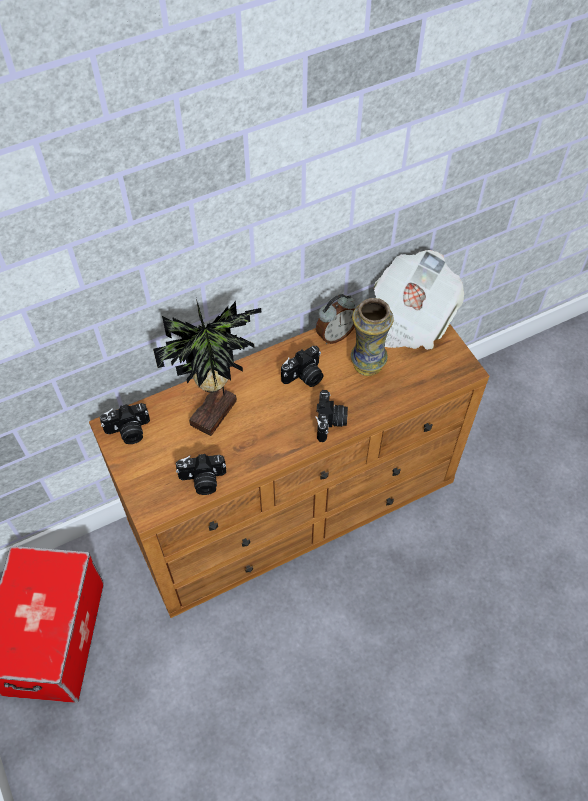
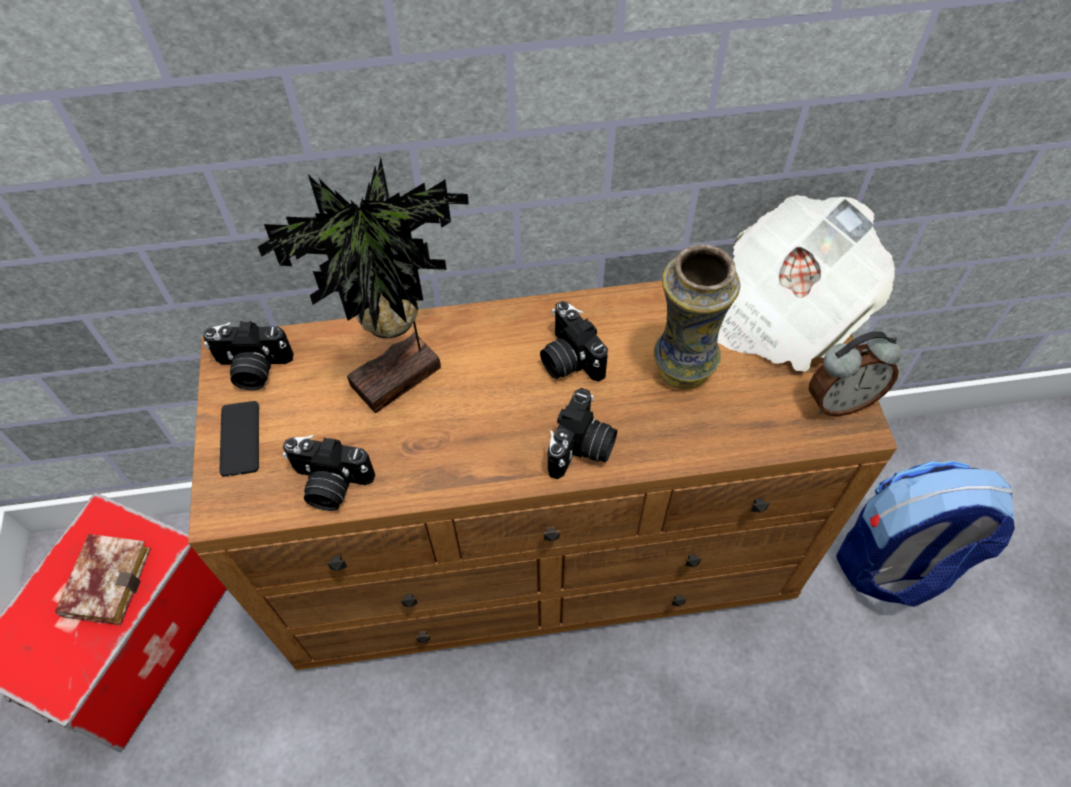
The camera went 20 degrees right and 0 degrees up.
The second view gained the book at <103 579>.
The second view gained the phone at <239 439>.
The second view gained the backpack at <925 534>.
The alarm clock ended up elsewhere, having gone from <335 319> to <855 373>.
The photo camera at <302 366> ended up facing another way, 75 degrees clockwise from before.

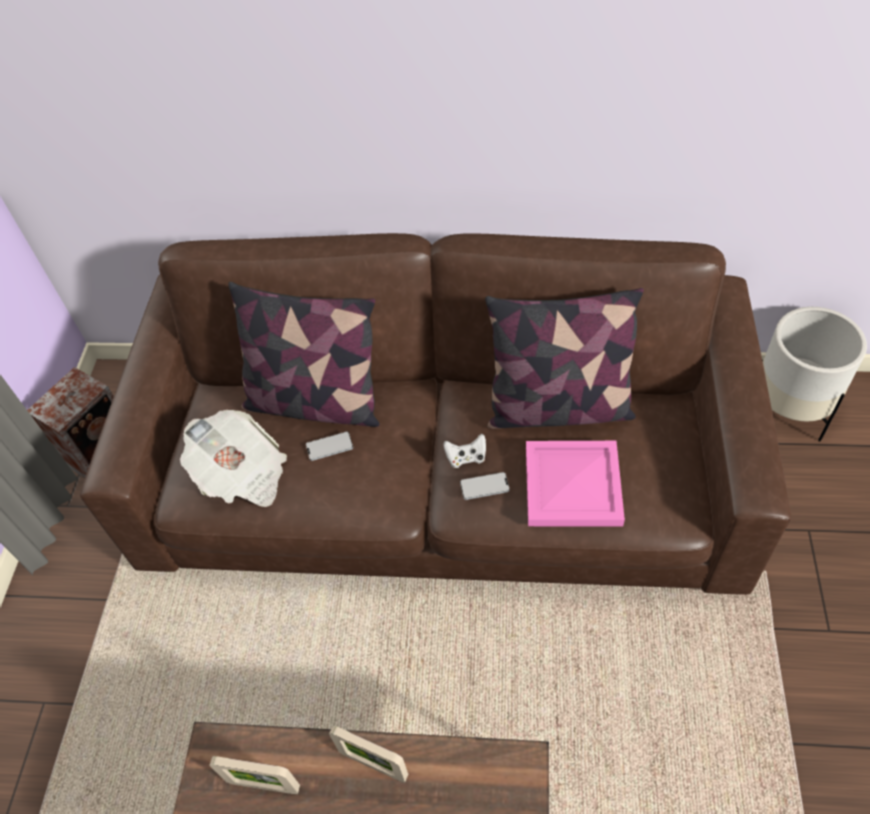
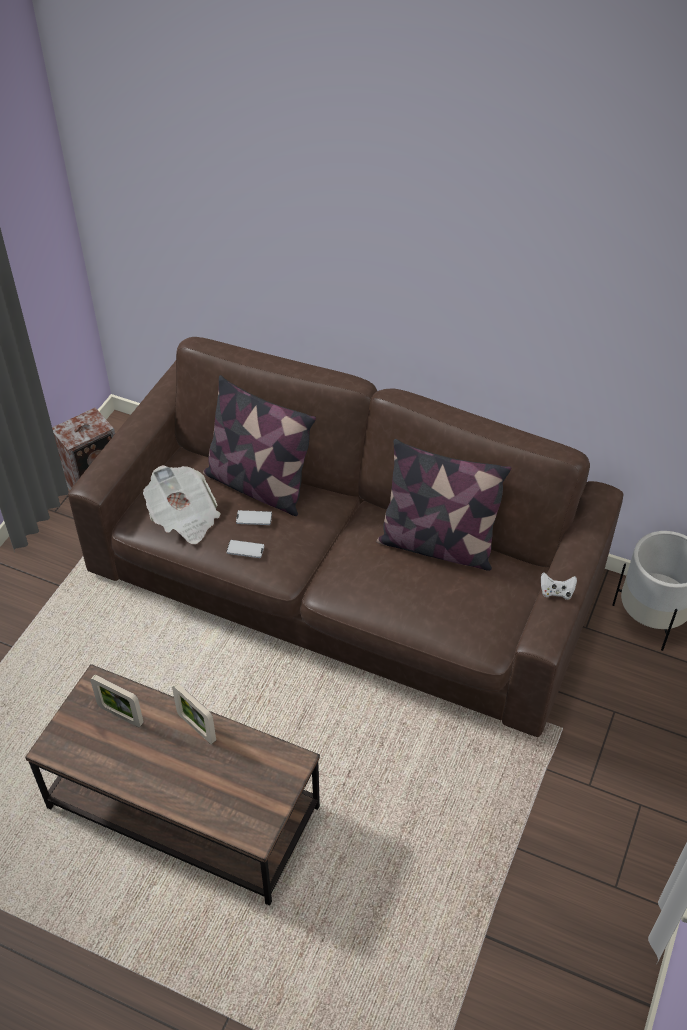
The camera went 15 degrees right and 5 degrees down.
The second view lost the pink tray at <575 484>.
The white game controller ended up elsewhere, having gone from <465 451> to <559 586>.
The phone ended up elsewhere, having gone from <485 486> to <245 549>.

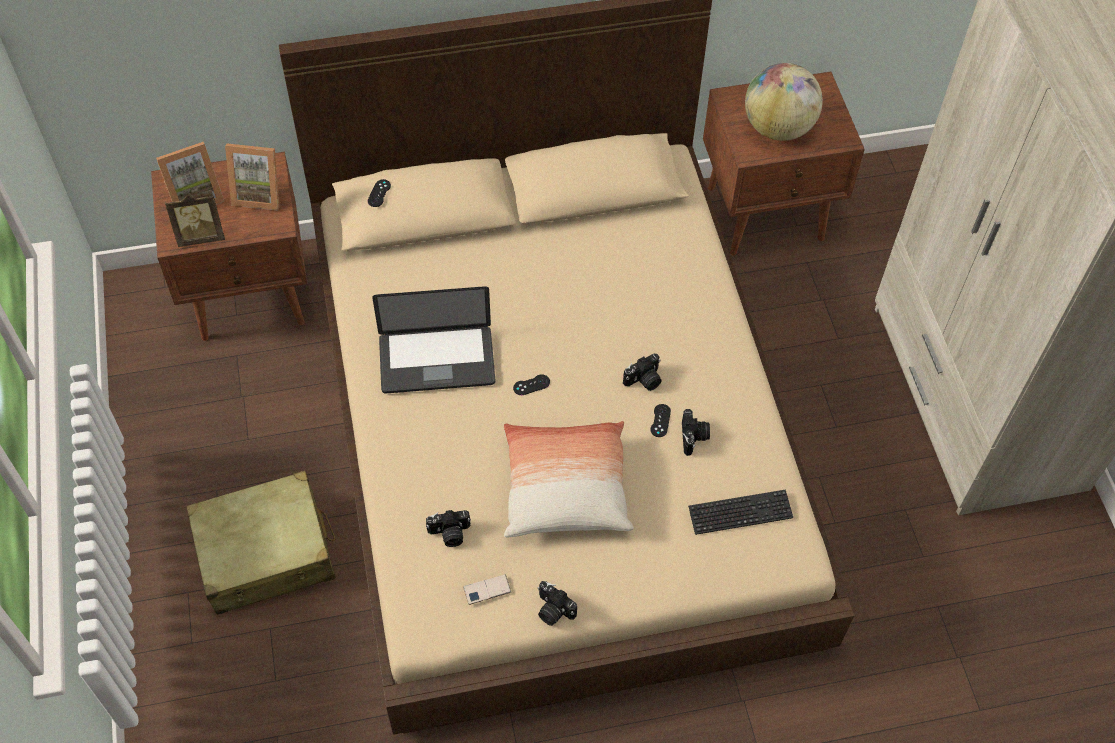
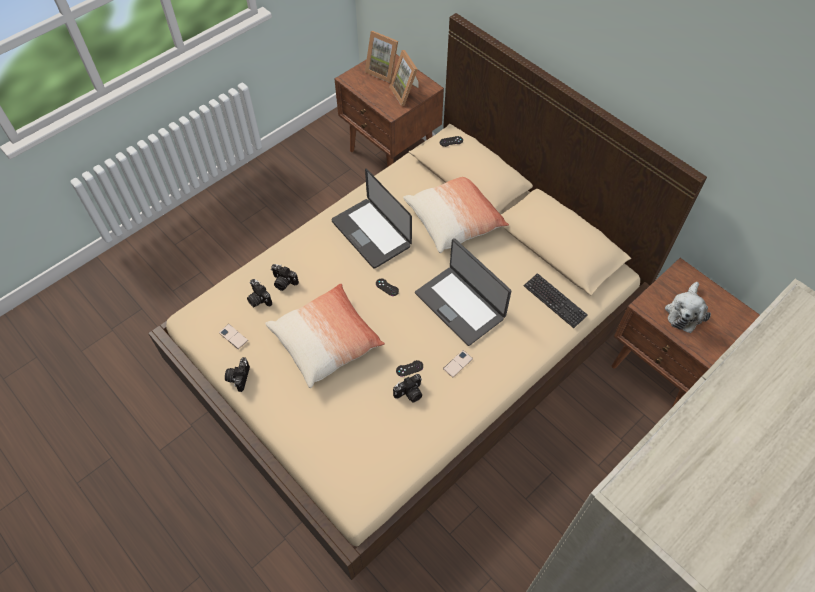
The camera went 60 degrees right and 0 degrees up.
The second view lost the picture frame at <195 221>.
The second view lost the beige suitcase at <261 543>.
The second view gained the pillow at <456 215>.
The second view gained the laptop at <463 292>.
The second view gained the phone at <458 364>.
The photo camera ended up elsewhere, having gone from <642 372> to <285 277>.
The keyboard ended up elsewhere, having gone from <740 512> to <555 300>.
Where the globe stood at <784 102>, the plush toy came to stand at <688 307>.

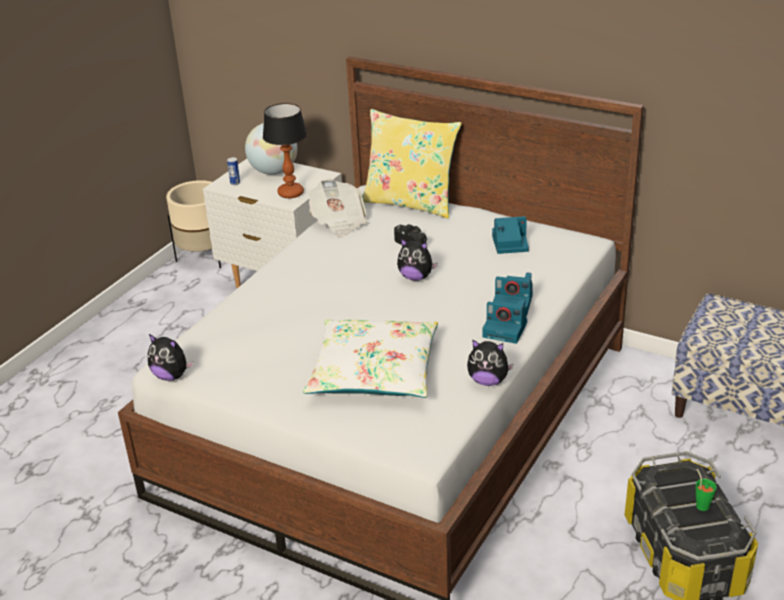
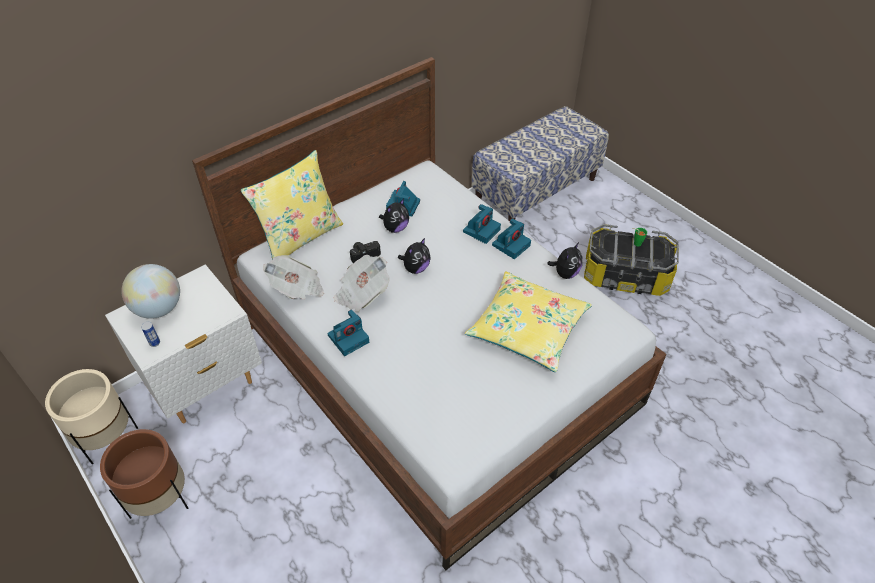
The camera went 70 degrees left and 15 degrees up.
The second view lost the table lamp at <285 150>.
The second view gained the brown planter at <144 474>.
The second view gained the photo camera at <348 333>.
The second view gained the newspaper at <362 283>.
The plush toy ended up elsewhere, having gone from <171 357> to <394 216>.
What was the white pillow at <370 358> turned into the yellow pillow at <528 321>.

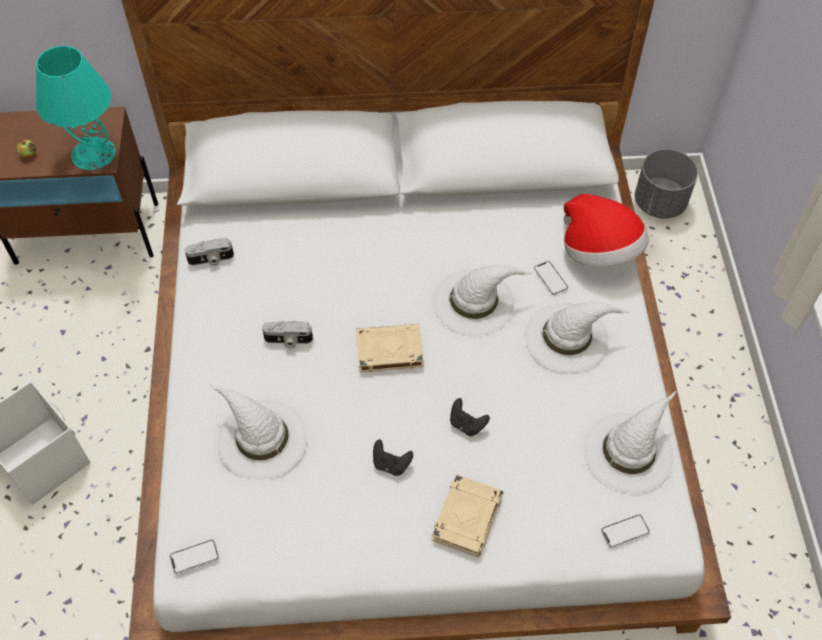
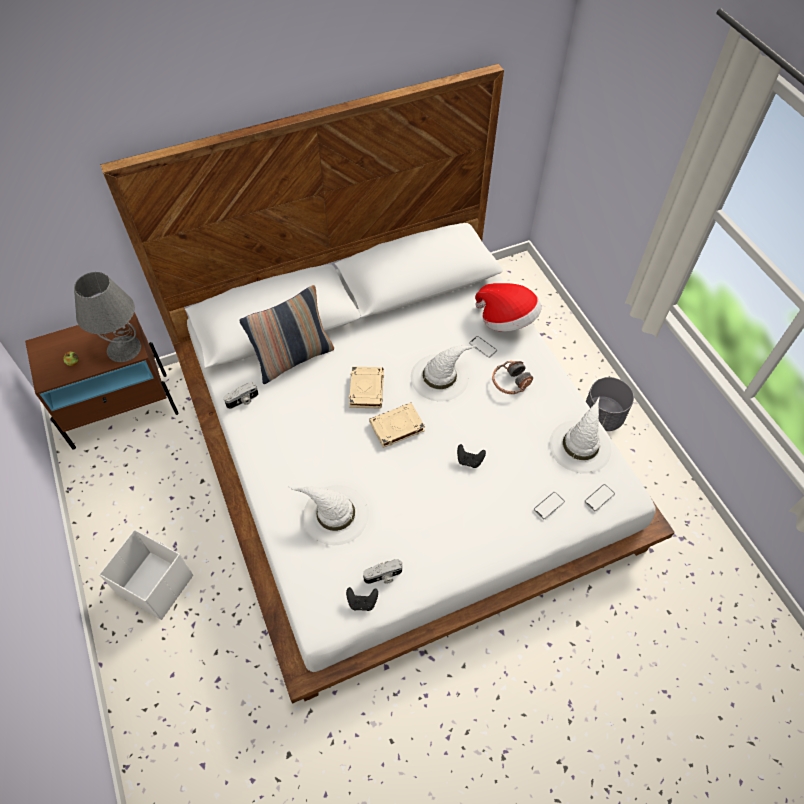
The camera went 20 degrees left and 0 degrees up.
The second view gained the pillow at <286 334>.
The phone ended up elsewhere, having gone from <194 557> to <549 505>.
The photo camera ended up elsewhere, having gone from <287 334> to <382 571>.
The black game controller ended up elsewhere, having gone from <393 457> to <362 599>.
The beige book ended up elsewhere, having gone from <467 515> to <366 387>.
The grey planter ended up elsewhere, having gone from <666 184> to <610 404>.
Where the white hat stood at <579 337>, the headphones came to stand at <512 377>.
What was the turquoise table lamp at <76 108> turned into the grey table lamp at <107 317>.

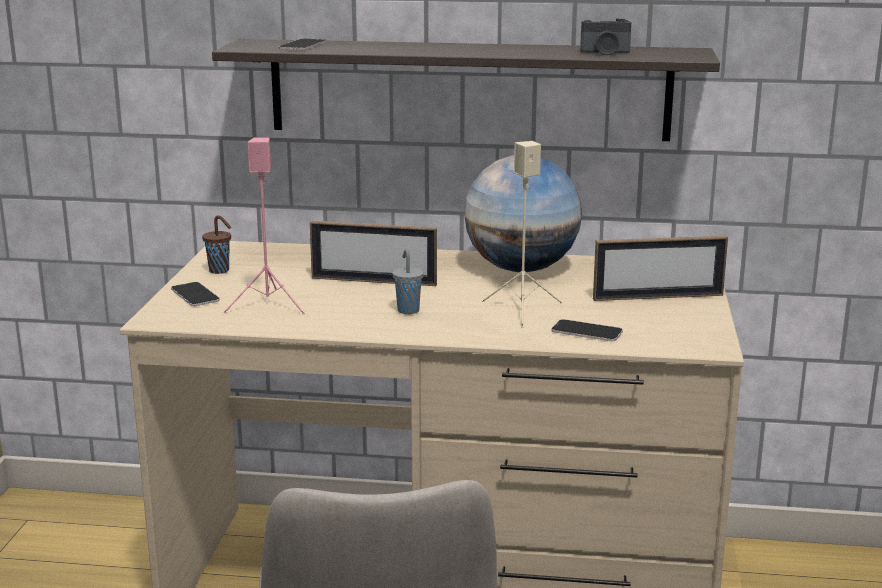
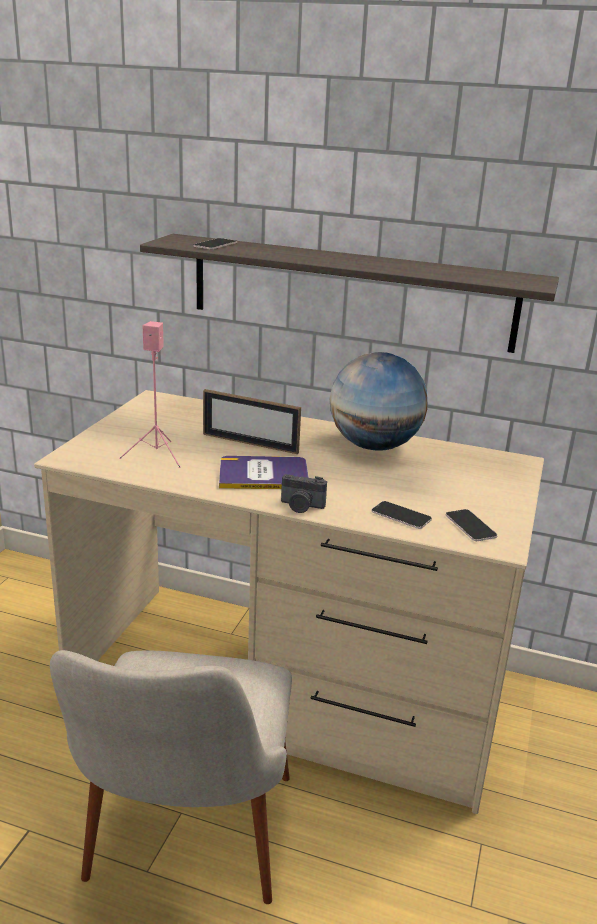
The camera went 10 degrees right and 5 degrees up.
The second view lost the brown cup at <216 244>.
The second view lost the beige speaker at <522 234>.
The second view lost the picture frame at <660 268>.
The phone ended up elsewhere, having gone from <195 294> to <472 525>.
The photo camera ended up elsewhere, having gone from <605 37> to <304 493>.
Where the grey cup stood at <408 281>, the book came to stand at <264 472>.

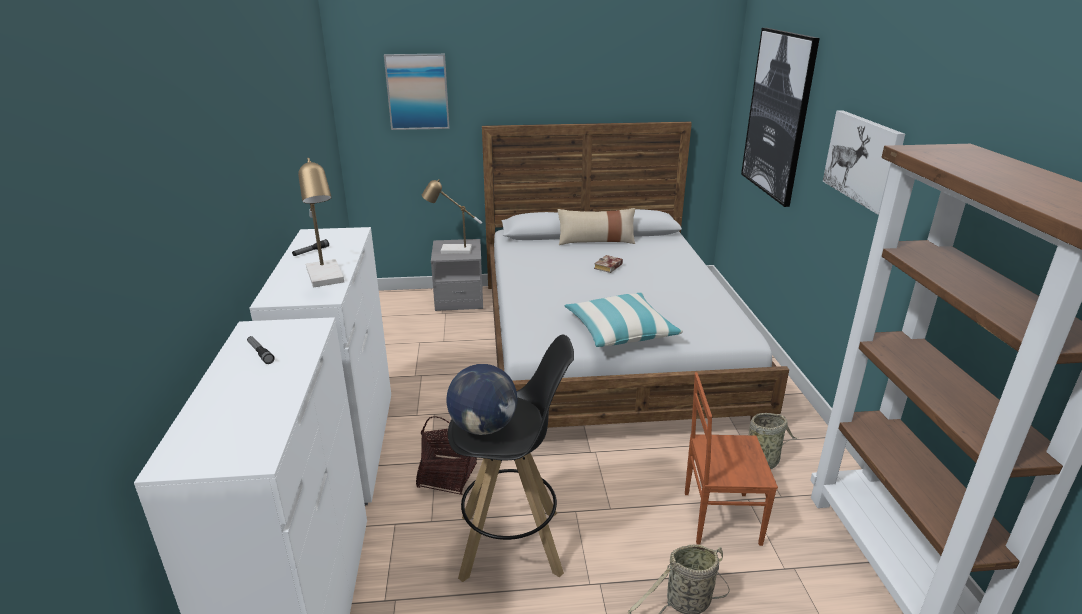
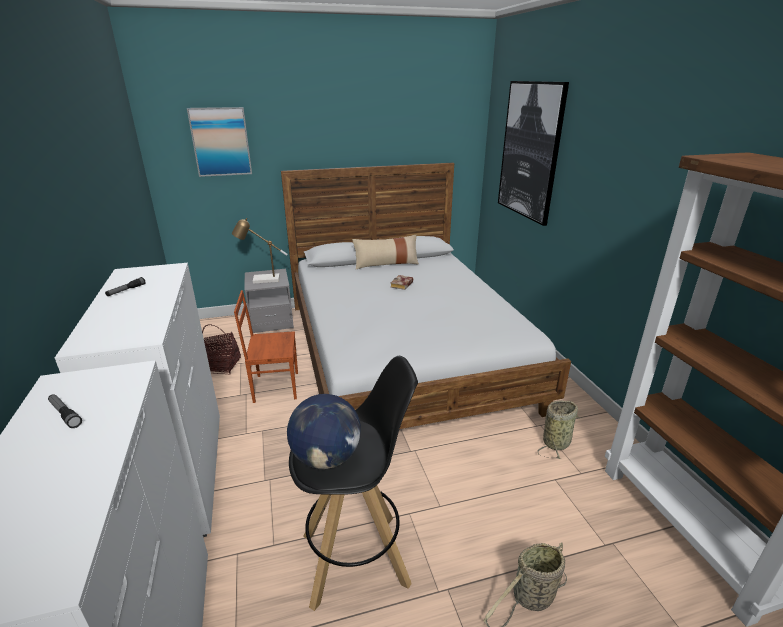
The camera went 10 degrees left and 0 degrees up.
The second view lost the table lamp at <321 223>.
The second view lost the pillow at <624 320>.
The second view lost the picture at <864 162>.
The basket ended up elsewhere, having gone from <446 455> to <221 349>.
The brown chair ended up elsewhere, having gone from <731 459> to <266 346>.

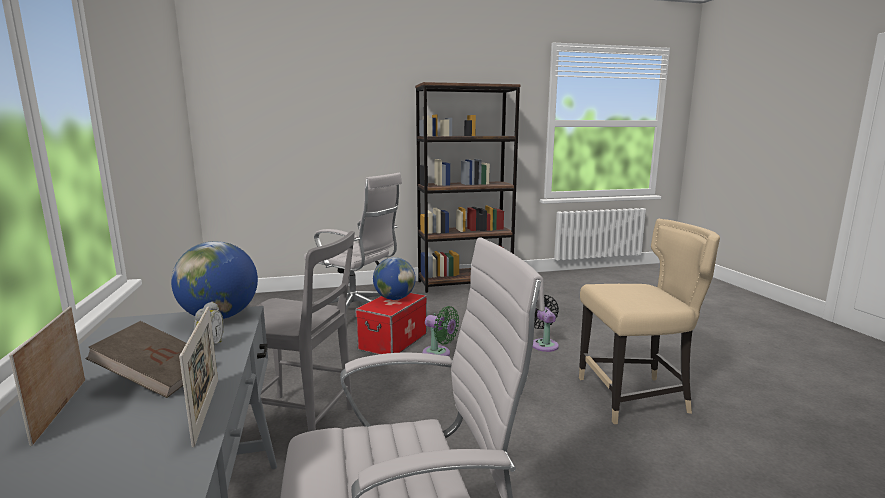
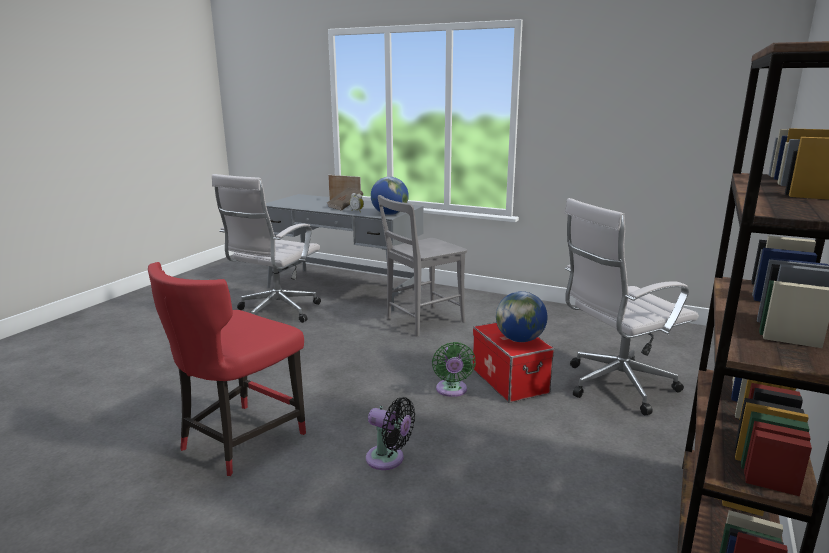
The camera went 130 degrees right and 5 degrees up.
The second view lost the picture frame at <198 377>.
What was the beige chair at <649 321> turned into the red chair at <227 369>.
The green fan at <440 331> ended up facing another way, 75 degrees counterclockwise from before.

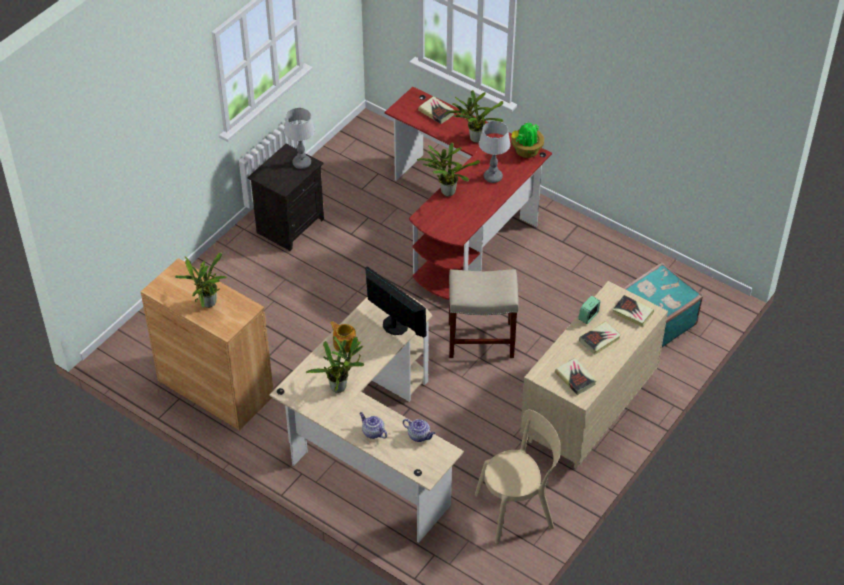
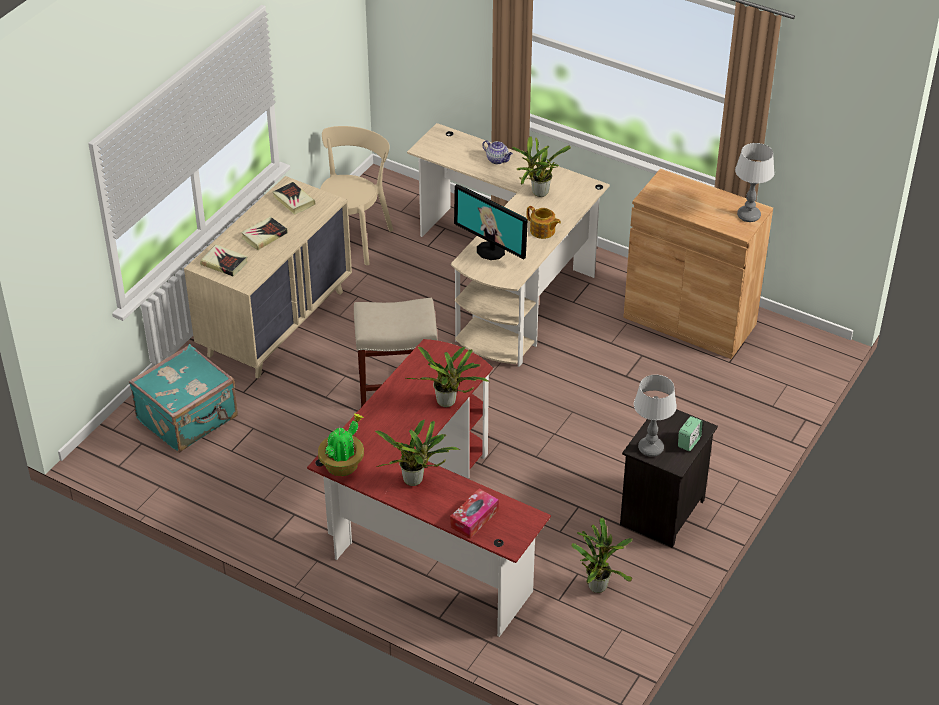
The camera went 175 degrees right and 5 degrees down.
The second view lost the teapot at <419 430>.
The potted plant ended up elsewhere, having gone from <201 280> to <602 555>.
The table lamp ended up elsewhere, having gone from <495 152> to <755 182>.
The alarm clock ended up elsewhere, having gone from <589 310> to <690 433>.
Where the book stood at <436 110>, the tissue box came to stand at <474 513>.
The beige chair at <518 477> ended up facing another way, 135 degrees clockwise from before.

